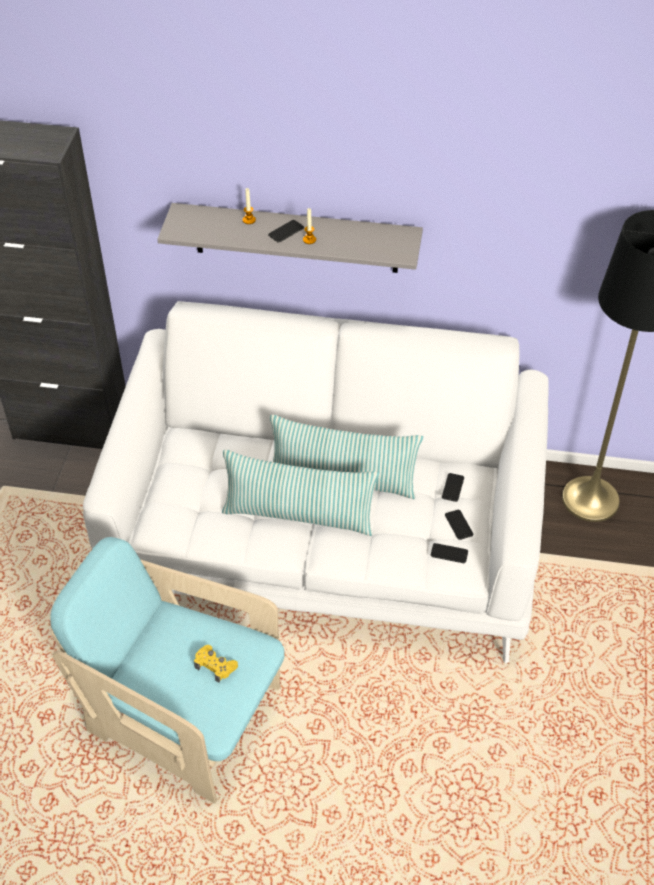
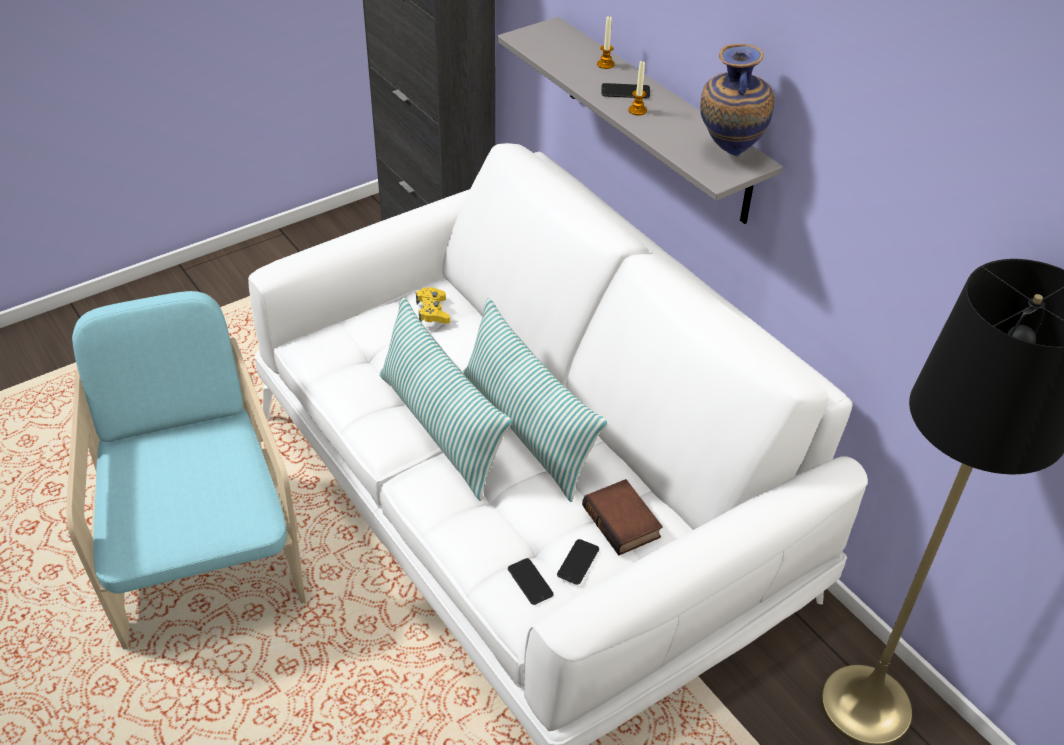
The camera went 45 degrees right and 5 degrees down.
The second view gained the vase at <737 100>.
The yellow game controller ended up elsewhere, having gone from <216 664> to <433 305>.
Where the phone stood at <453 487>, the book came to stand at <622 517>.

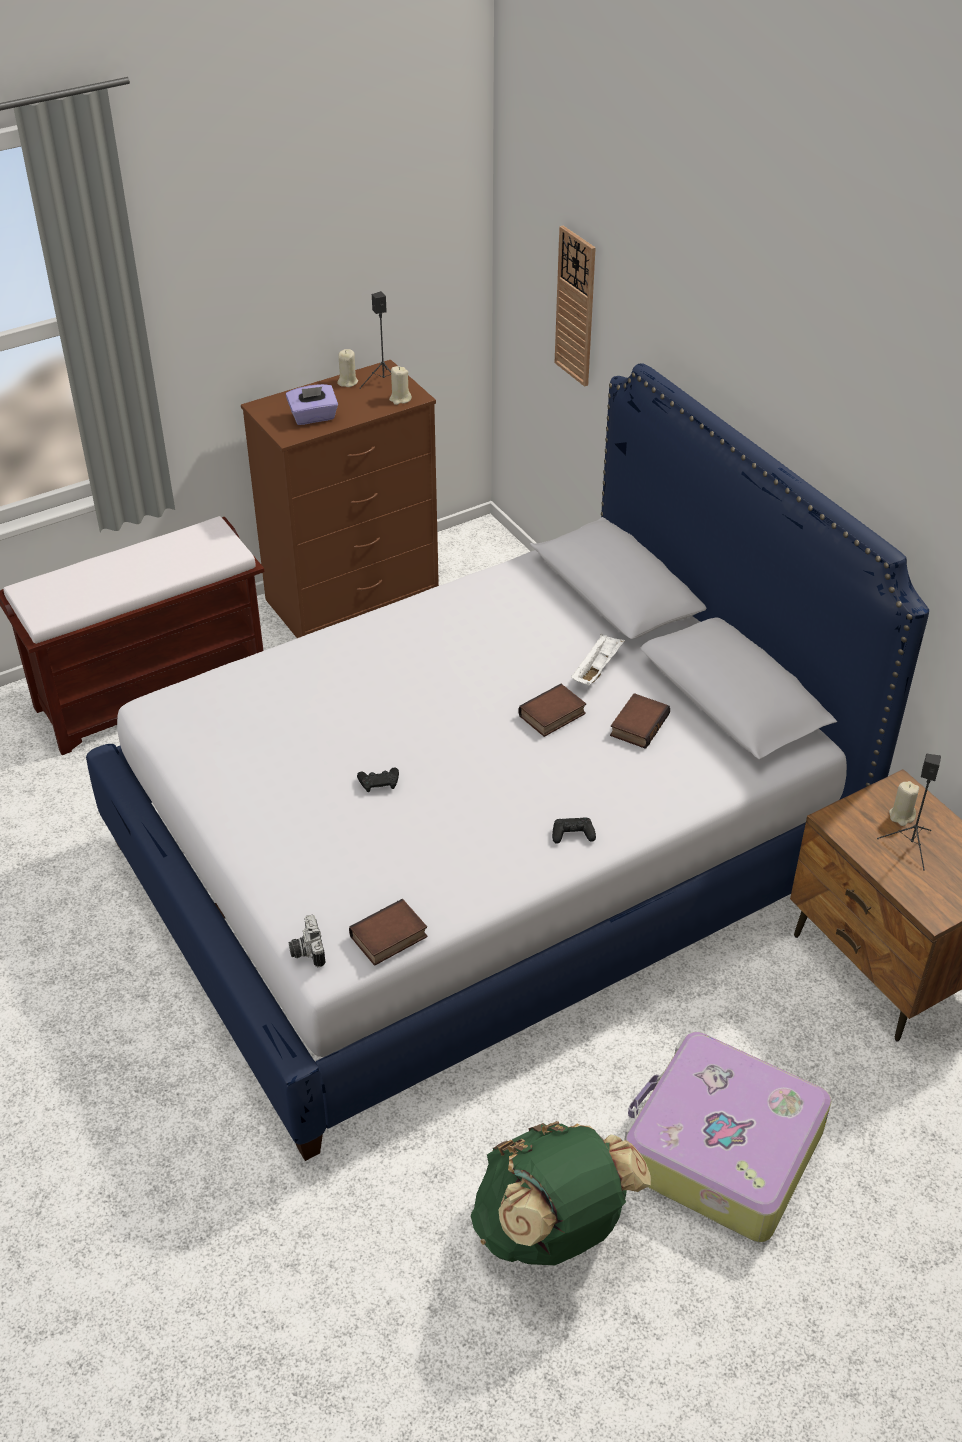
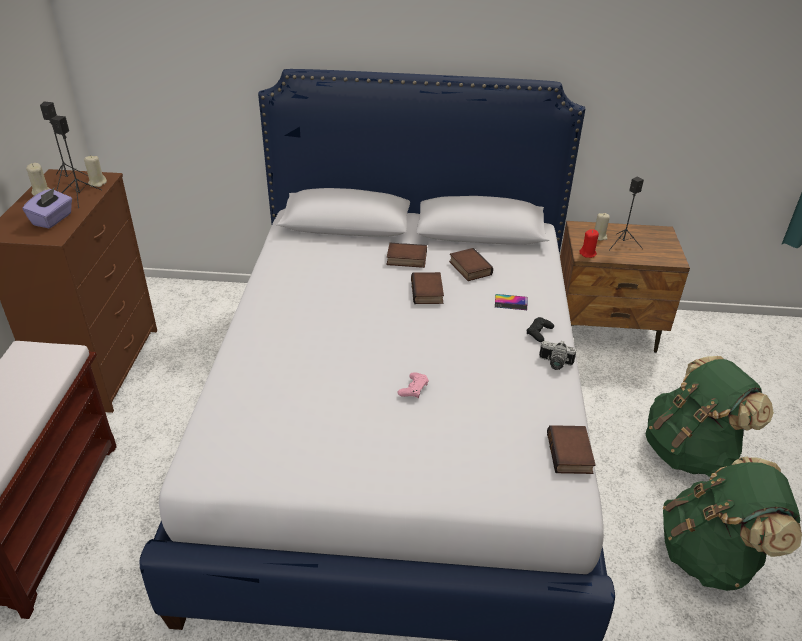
The camera went 55 degrees left and 5 degrees down.
The second view lost the wall clock at <575 306>.
The second view gained the black speaker at <76 162>.
The second view gained the phone at <511 302>.
The second view gained the red candle at <589 243>.
The photo camera ended up elsewhere, having gone from <307 941> to <557 355>.
Where the white tray stood at <598 659>, the book came to stand at <407 255>.
Where the suitcase stood at <727 1137>, the green backpack came to stand at <710 416>.
What was the black game controller at <378 779> turned into the pink game controller at <413 385>.

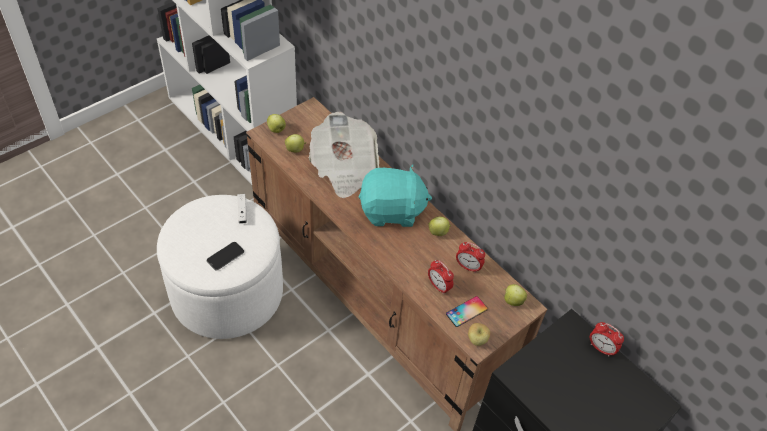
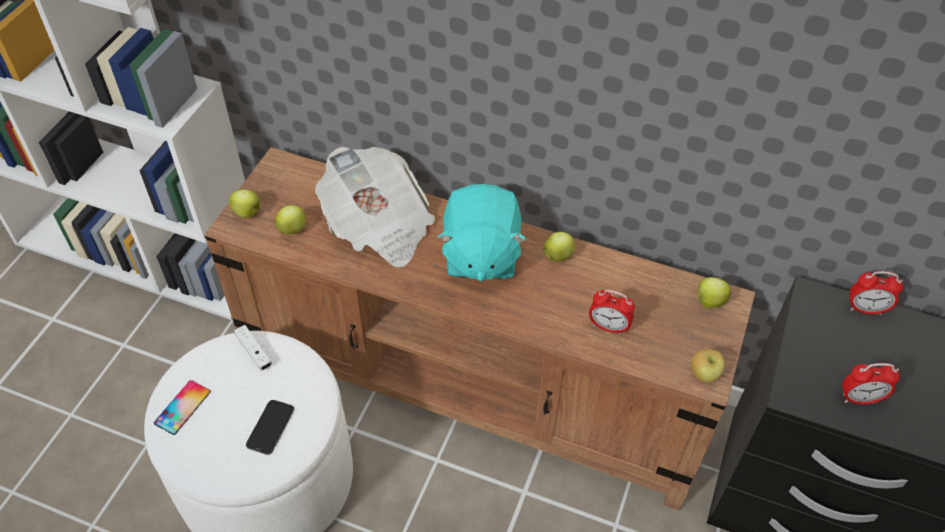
The camera went 25 degrees left and 0 degrees up.
The phone ended up elsewhere, having gone from <467 311> to <182 407>.
The alarm clock ended up elsewhere, having gone from <470 257> to <871 383>.
The turquoise plush toy at <395 196> ended up facing another way, 120 degrees clockwise from before.

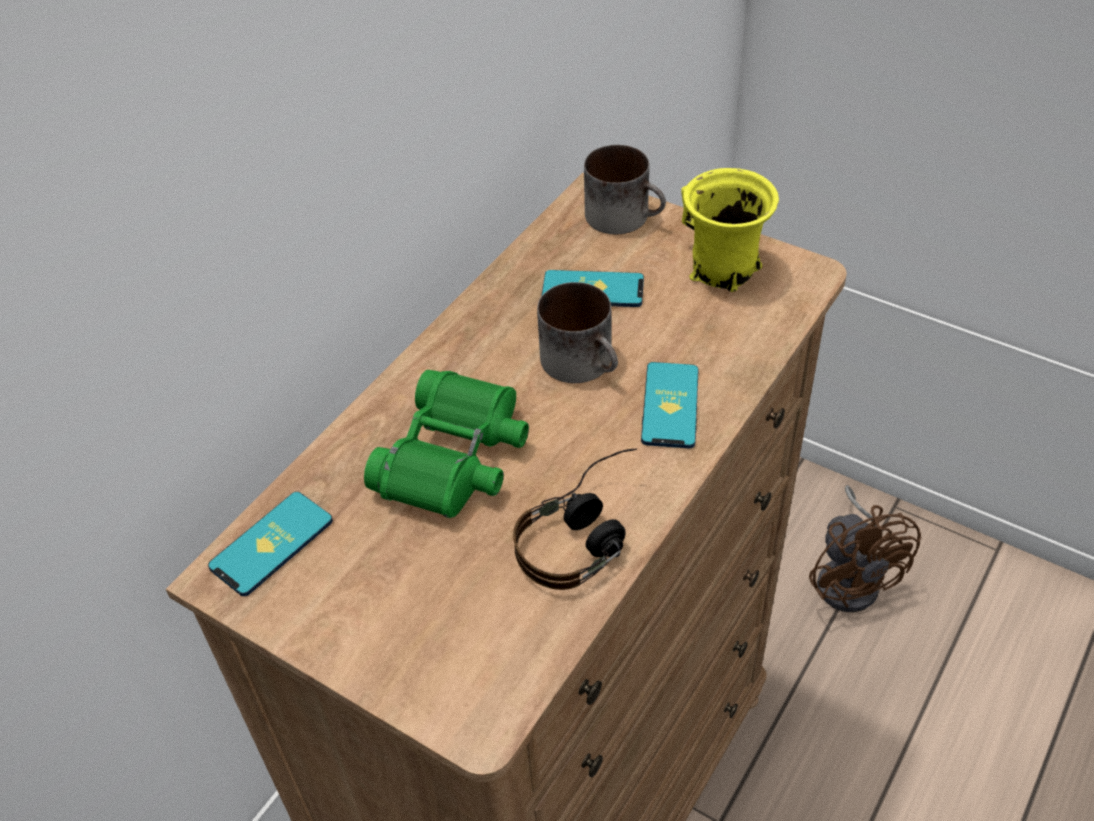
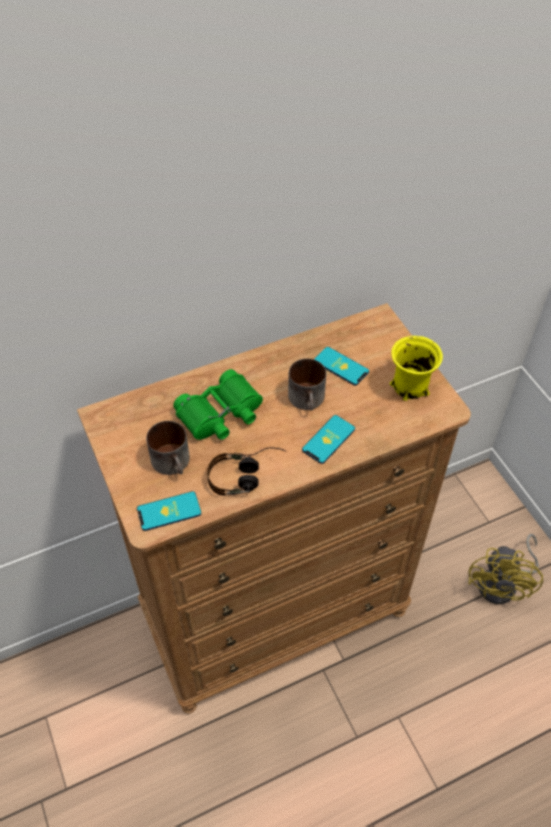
The camera went 30 degrees right and 5 degrees up.
The phone ended up elsewhere, having gone from <270 544> to <169 511>.
The mug ended up elsewhere, having gone from <625 189> to <168 448>.
What was the brown fan at <865 548> turned into the yellow fan at <505 569>.

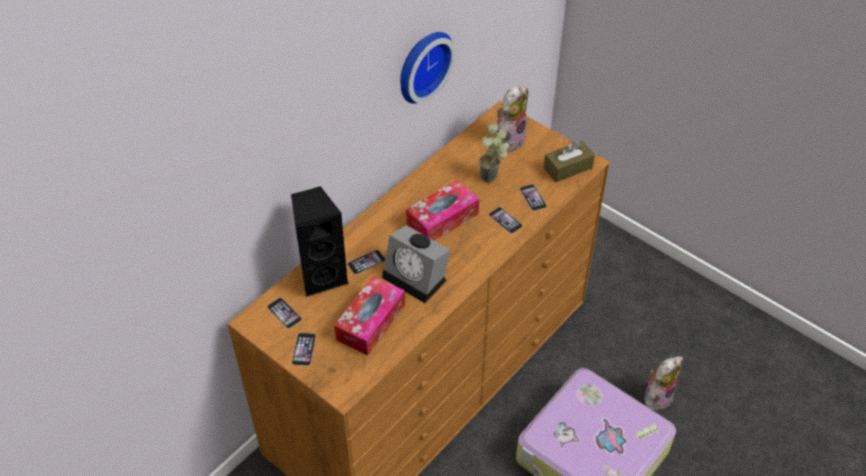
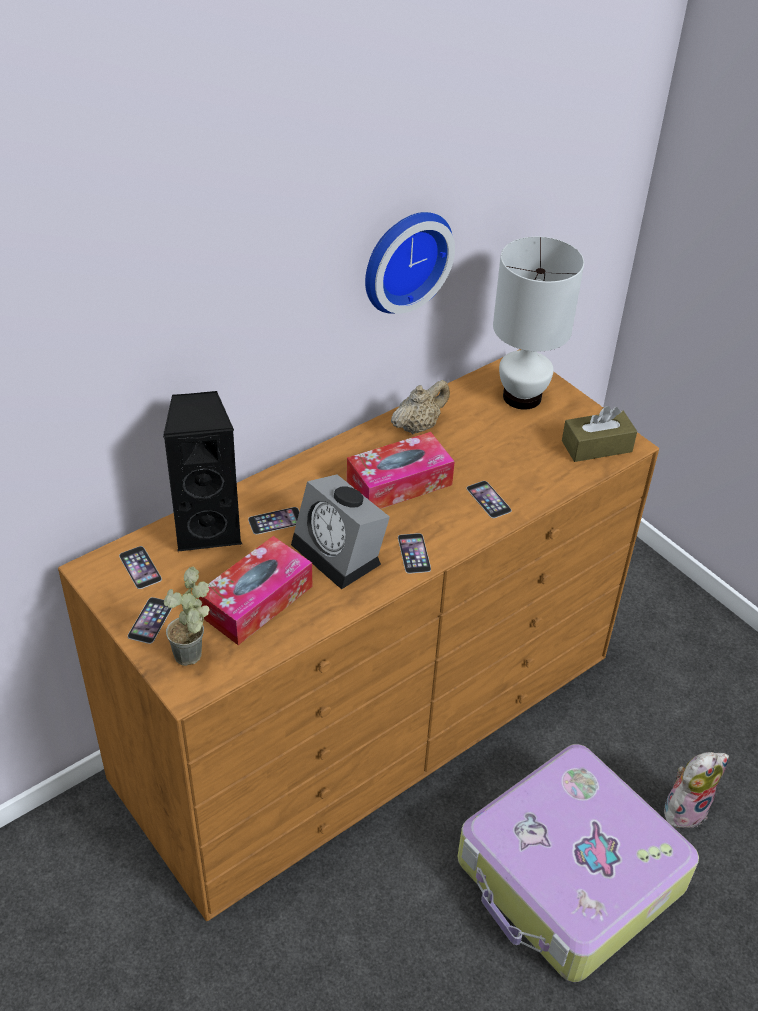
The camera went 10 degrees right and 5 degrees down.
The second view gained the beige teapot at <420 407>.
The potted plant ended up elsewhere, having gone from <494 152> to <187 616>.
The phone ended up elsewhere, having gone from <533 197> to <414 553>.
Where the plush toy stood at <512 118>, the white table lamp came to stand at <538 323>.

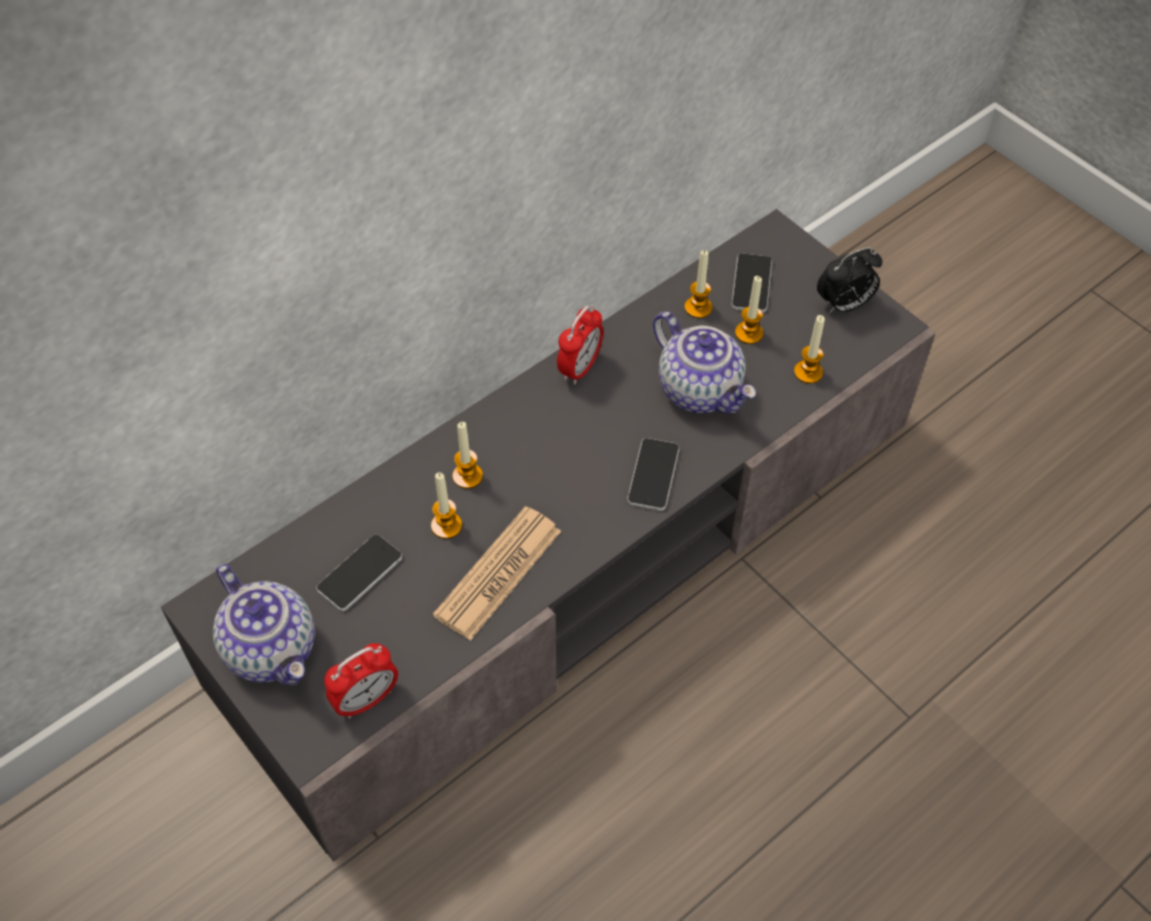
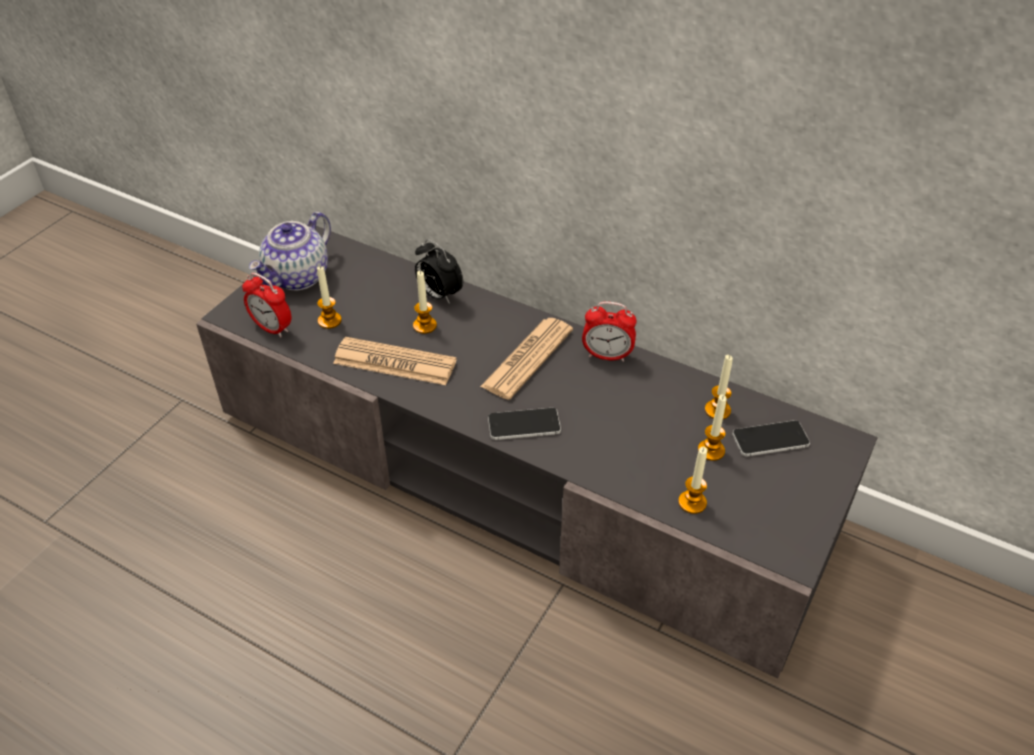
The camera went 70 degrees right and 10 degrees down.
The second view lost the phone at <359 573>.
The second view lost the teapot at <704 363>.
The second view gained the newspaper at <526 359>.
The candle ended up elsewhere, having gone from <467 455> to <329 297>.
The alarm clock ended up elsewhere, having gone from <850 280> to <439 271>.

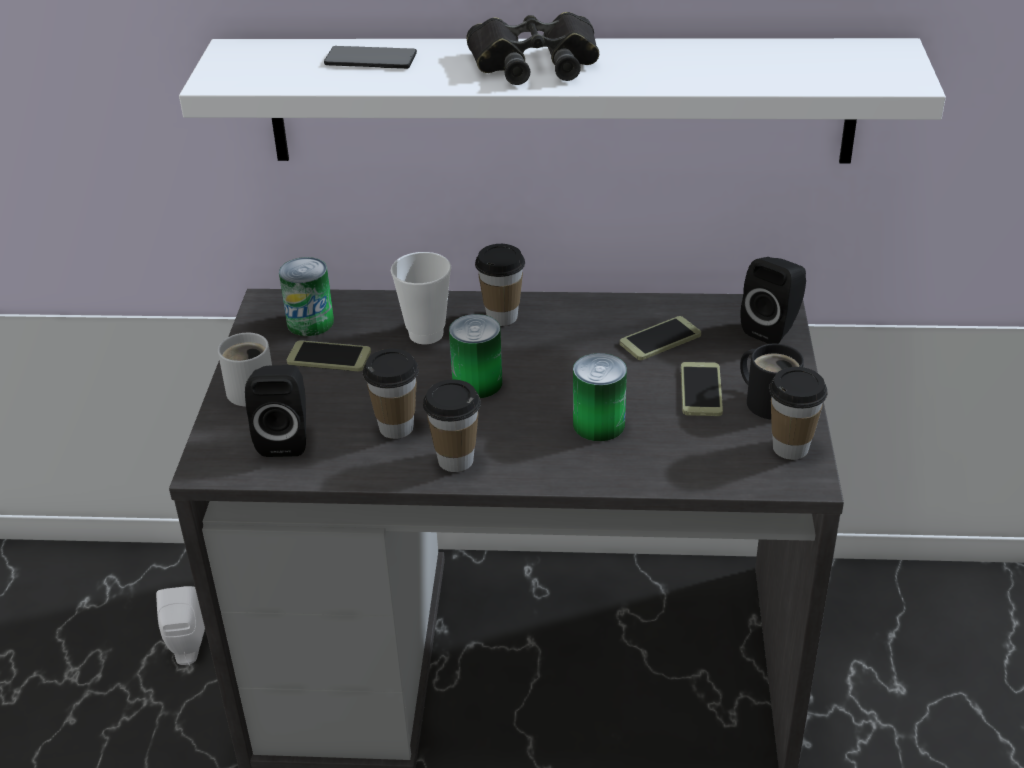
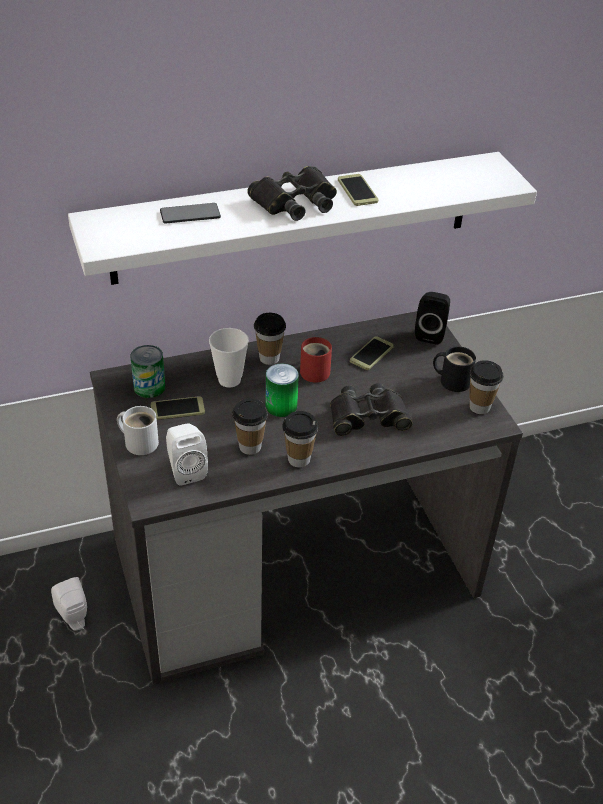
The camera went 25 degrees left and 5 degrees up.
The second view gained the red mug at <316 360>.
The phone ended up elsewhere, having gone from <702 389> to <358 190>.
Where the can stood at <600 397>, the black binoculars came to stand at <371 409>.
What was the black speaker at <275 411> turned into the white speaker at <187 454>.

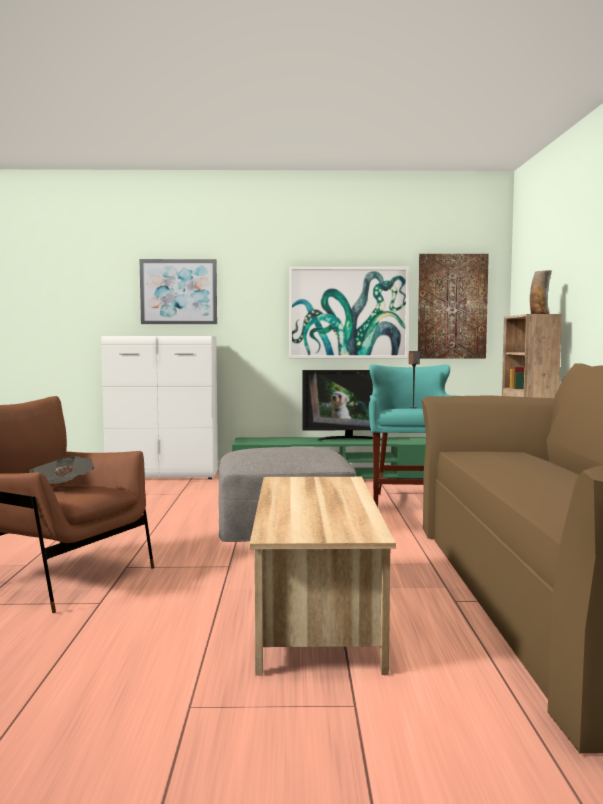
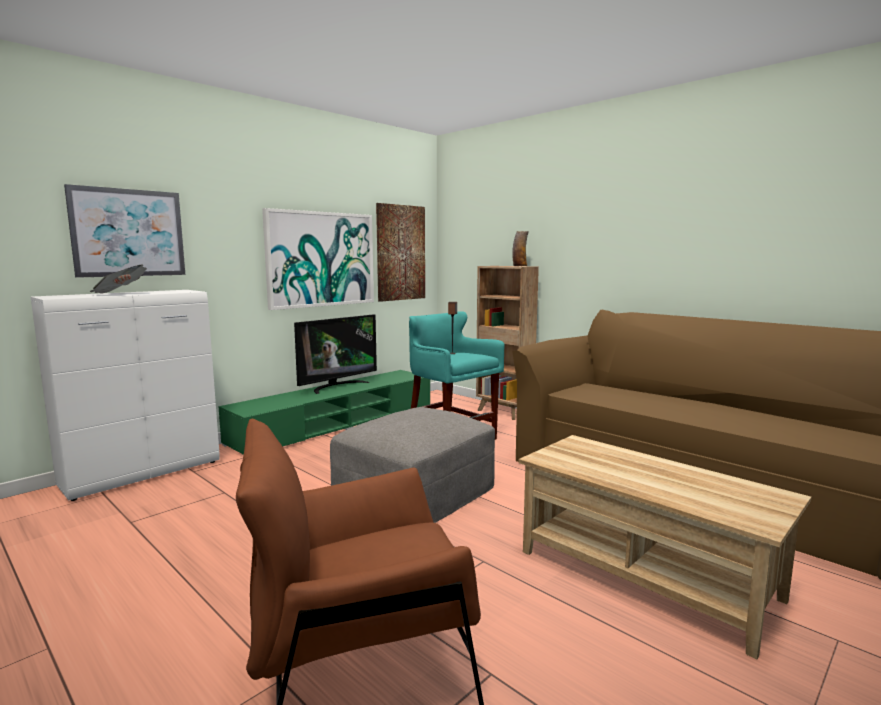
The camera went 45 degrees left and 5 degrees up.
The newspaper ended up elsewhere, having gone from <61 470> to <118 278>.

